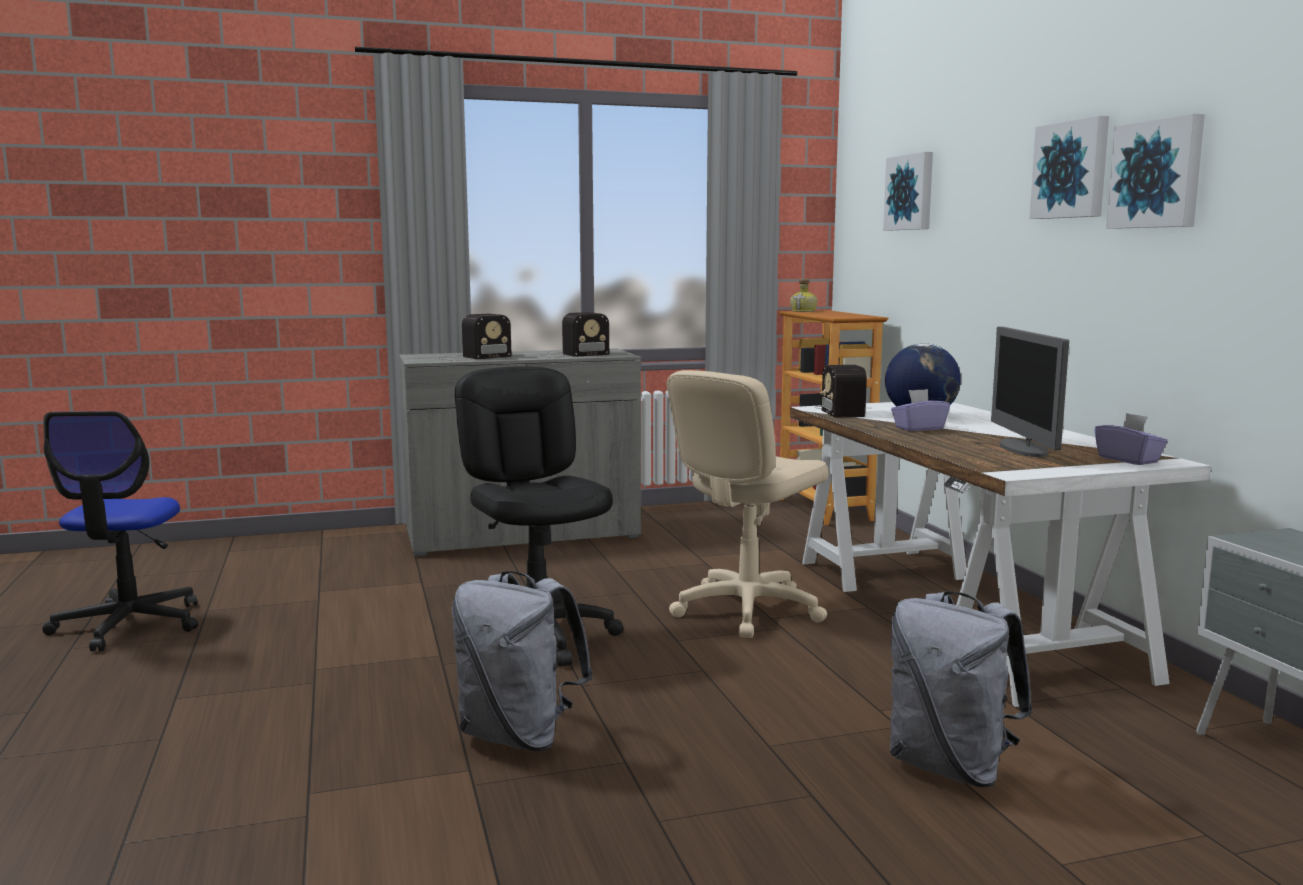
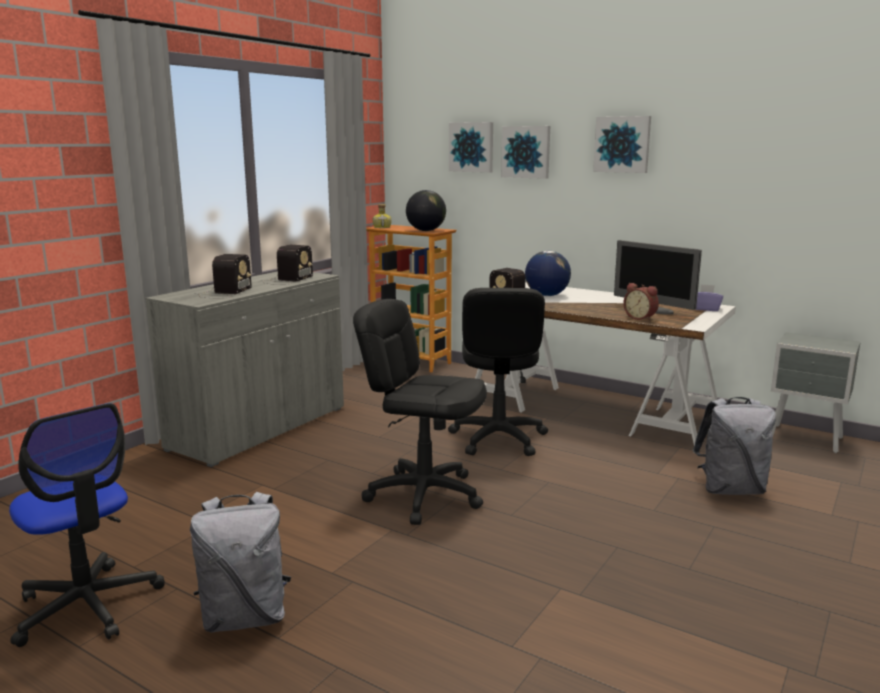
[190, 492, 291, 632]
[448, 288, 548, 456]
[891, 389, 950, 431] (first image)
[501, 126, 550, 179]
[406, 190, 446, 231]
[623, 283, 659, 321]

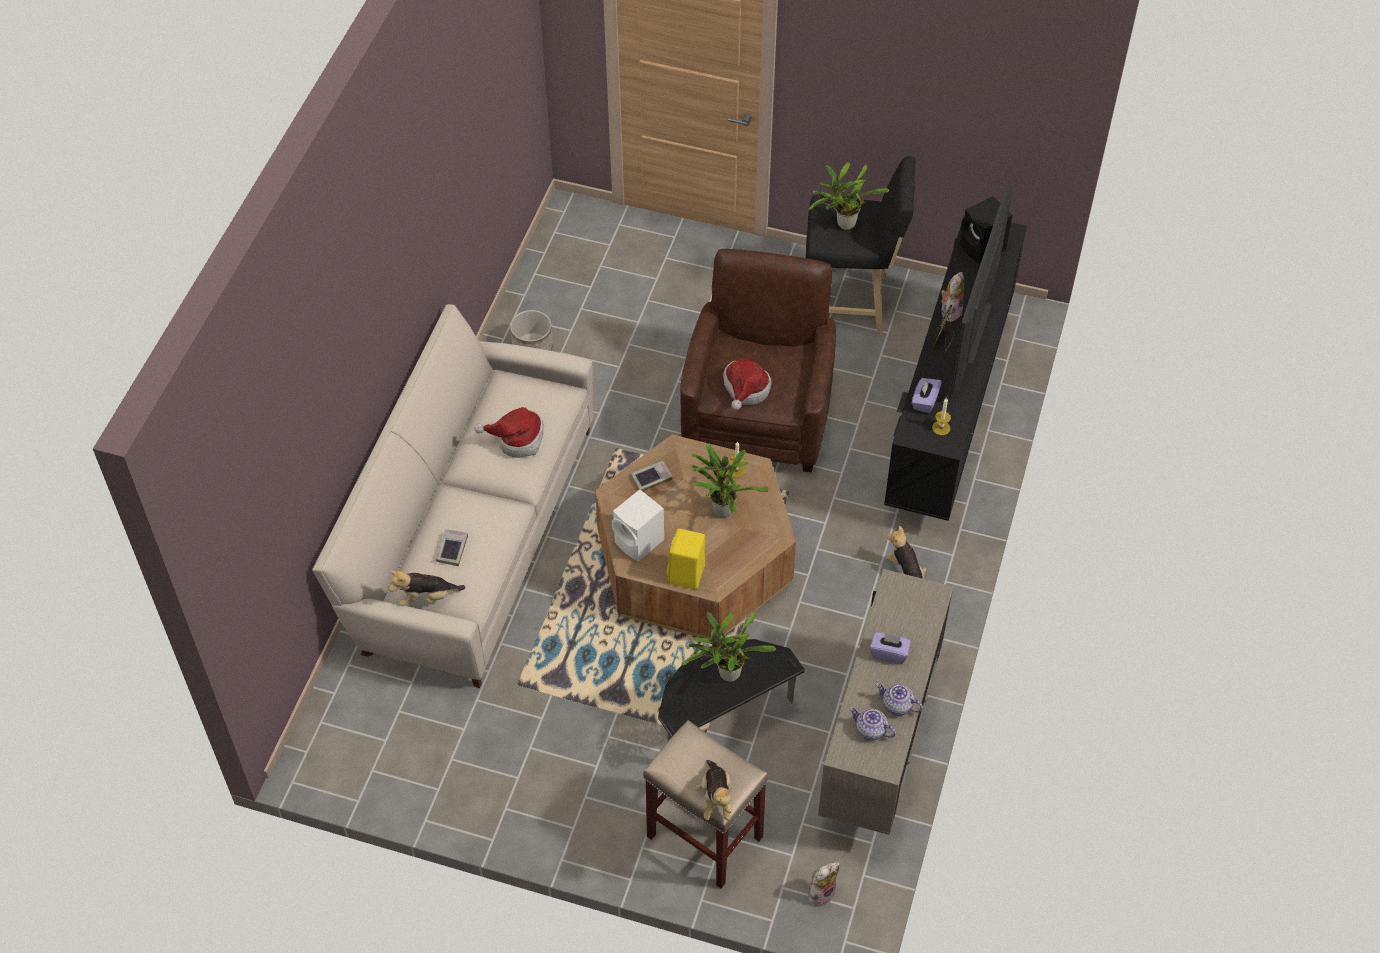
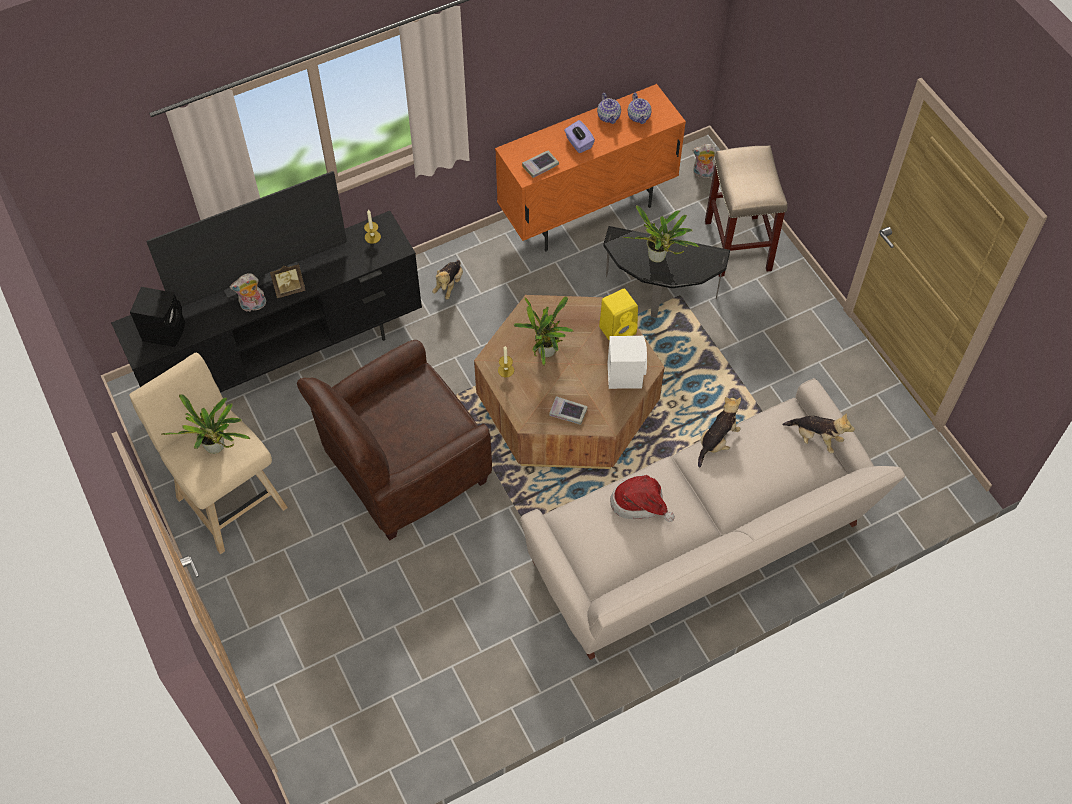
[522, 151, 559, 178]
[510, 310, 553, 351] (first image)
[698, 397, 741, 468]
[723, 358, 771, 410] (first image)
[129, 353, 288, 554]
[495, 84, 686, 252]
[912, 378, 942, 413] (first image)

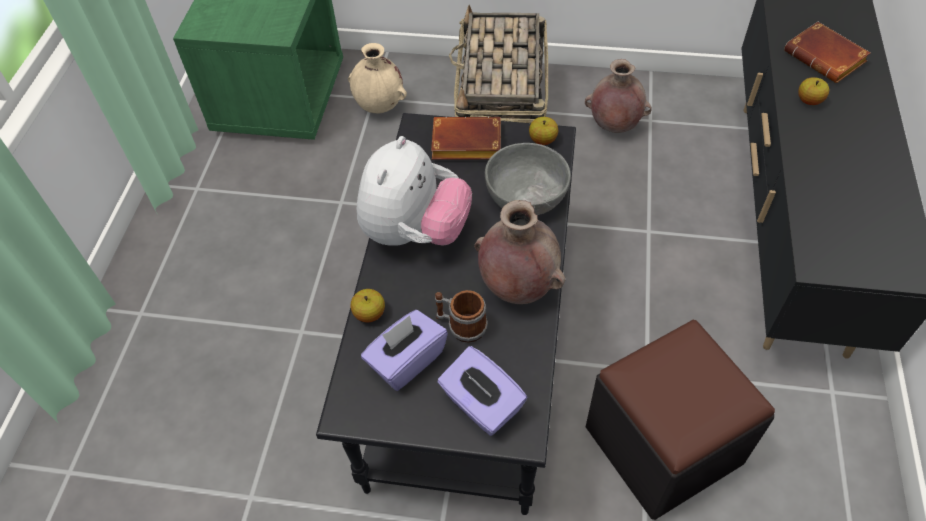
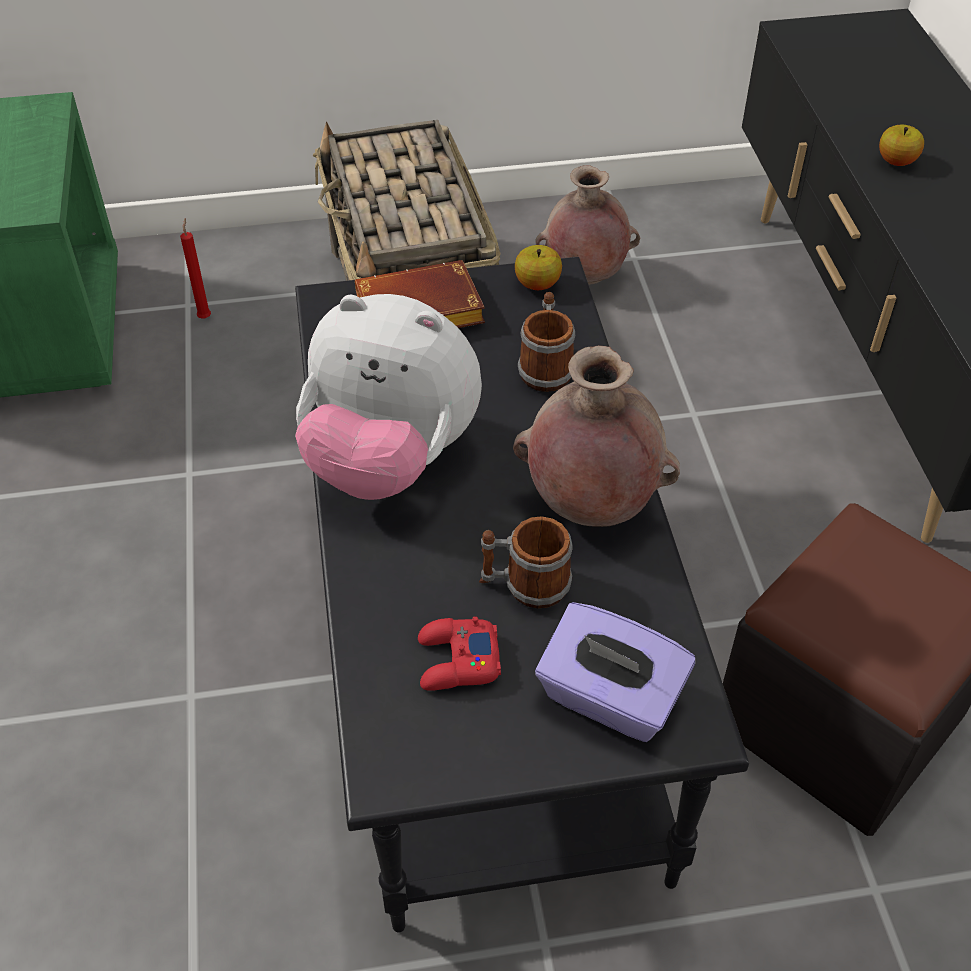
[180, 218, 211, 319]
[351, 289, 385, 322] (first image)
[295, 294, 482, 500]
[418, 616, 501, 691]
[518, 292, 575, 392]
[784, 22, 870, 83] (first image)

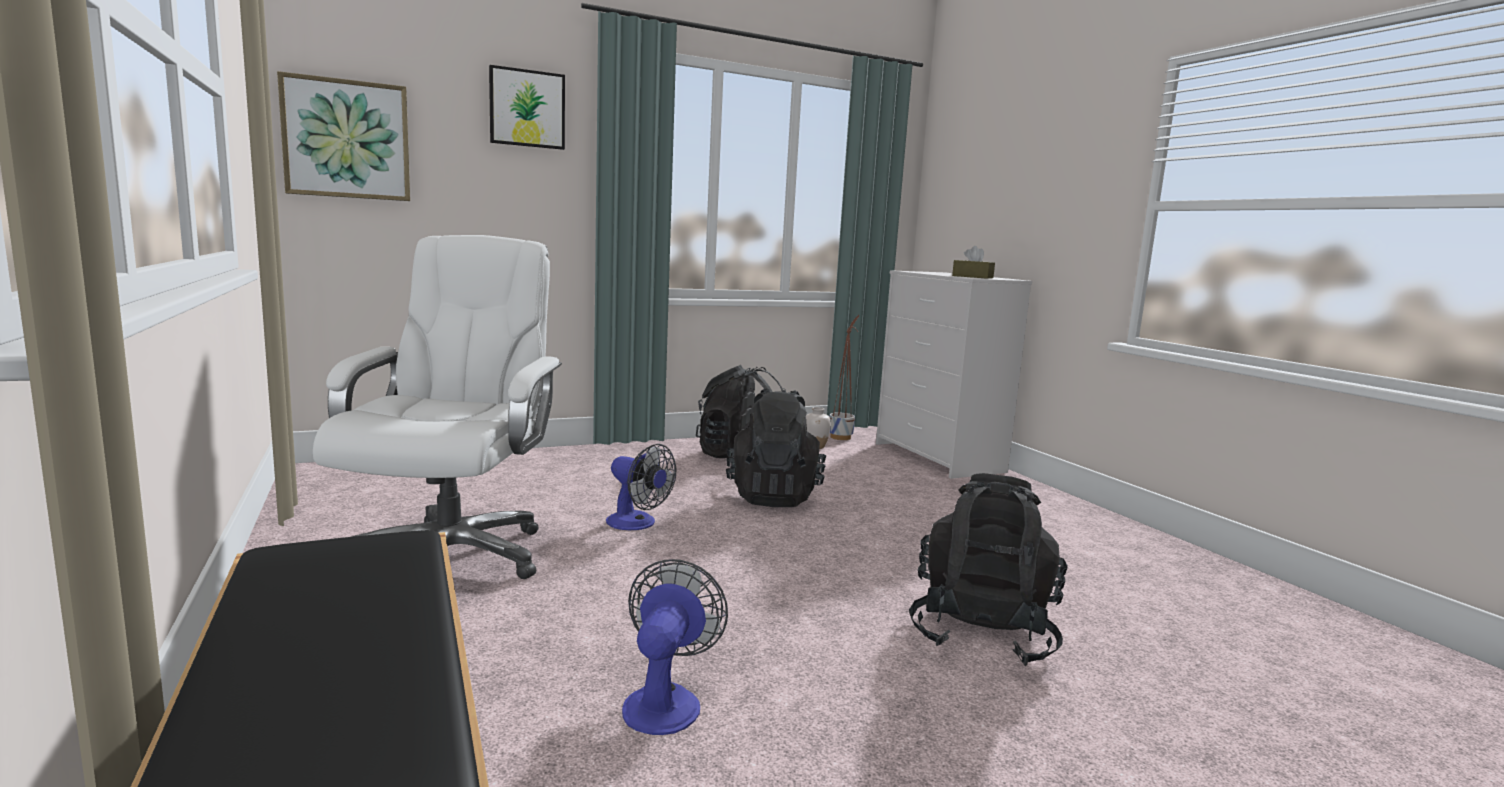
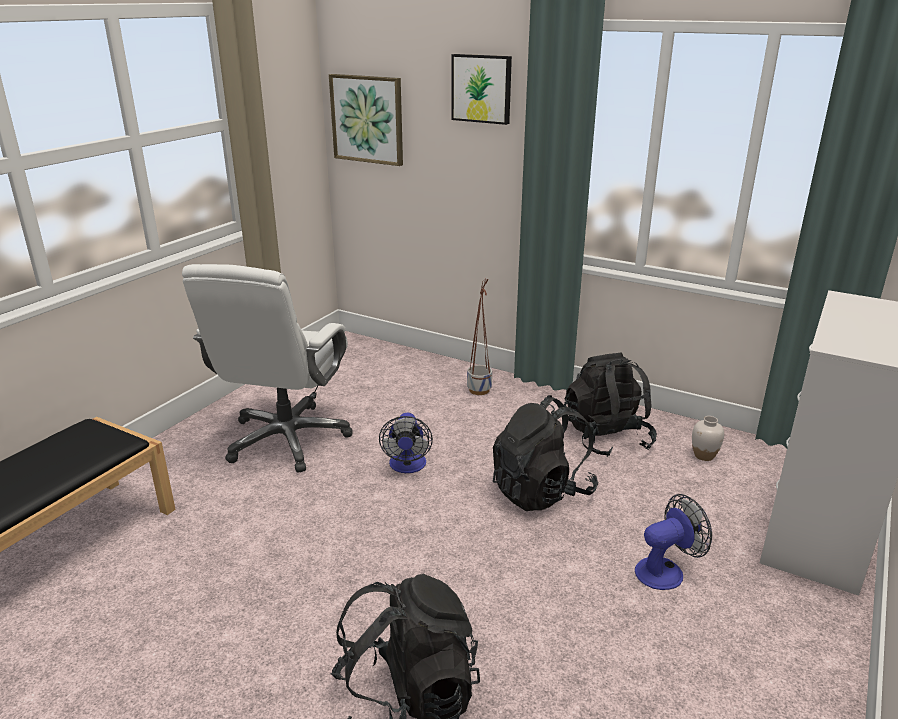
[182, 264, 353, 473]
[635, 494, 712, 590]
[467, 278, 492, 395]
[952, 246, 995, 279] (first image)

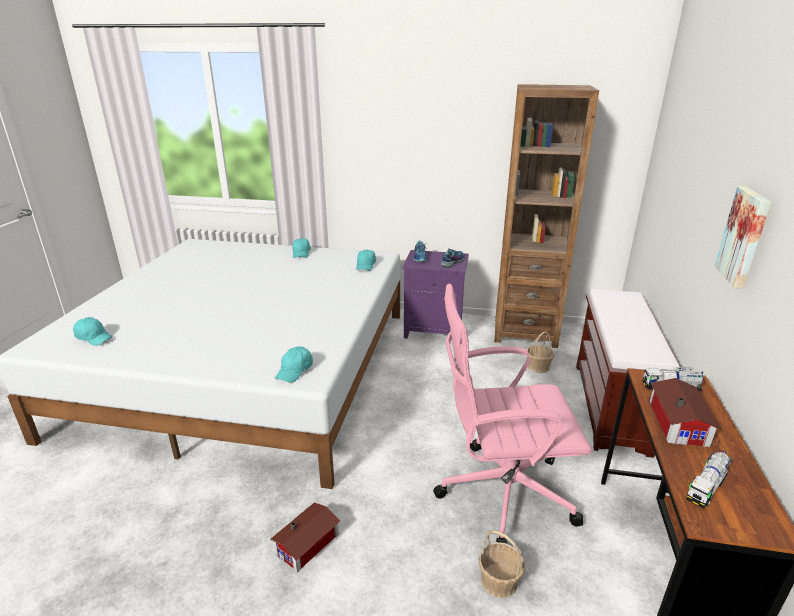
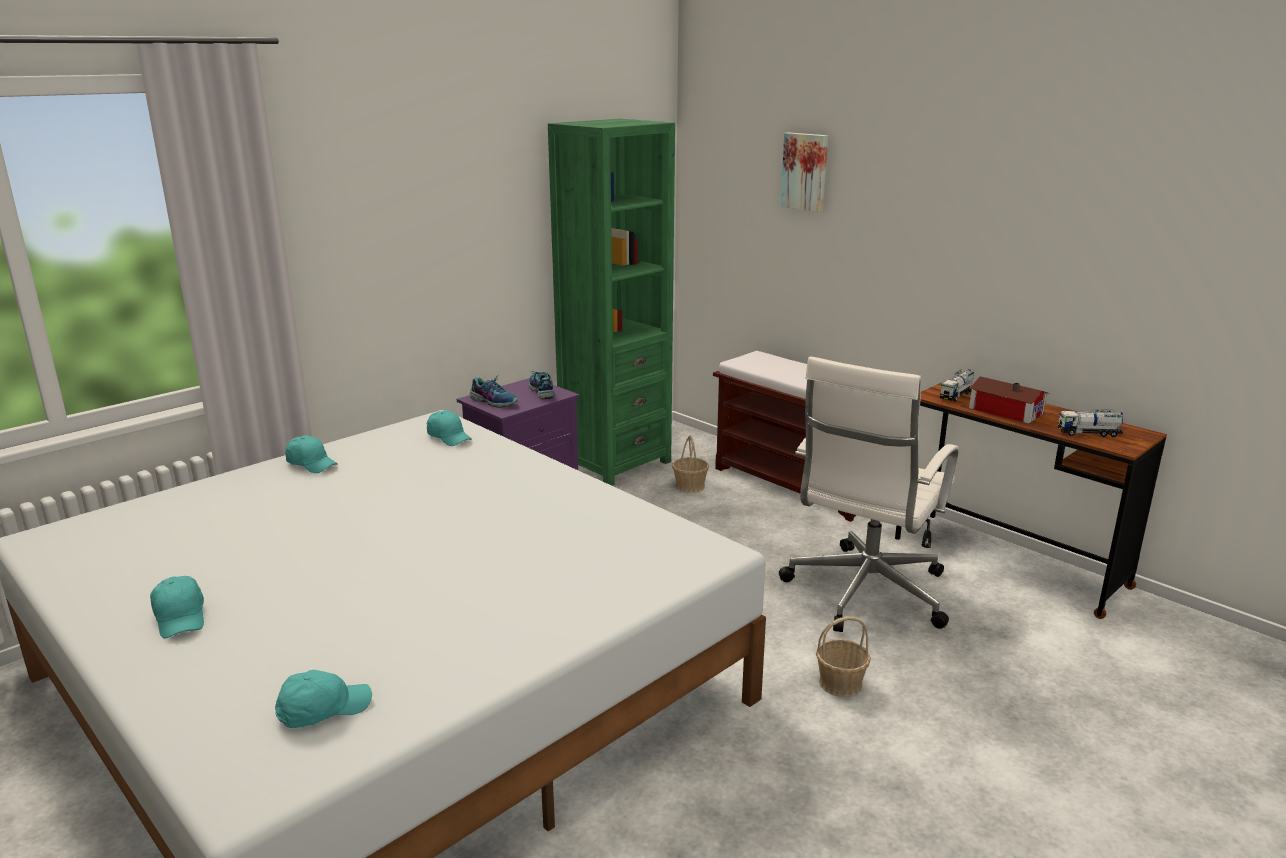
[270, 502, 340, 572] (first image)
[150, 576, 204, 638]
[779, 356, 958, 632]
[816, 616, 871, 697]
[548, 119, 675, 486]
[1058, 409, 1123, 437]
[780, 132, 828, 212]

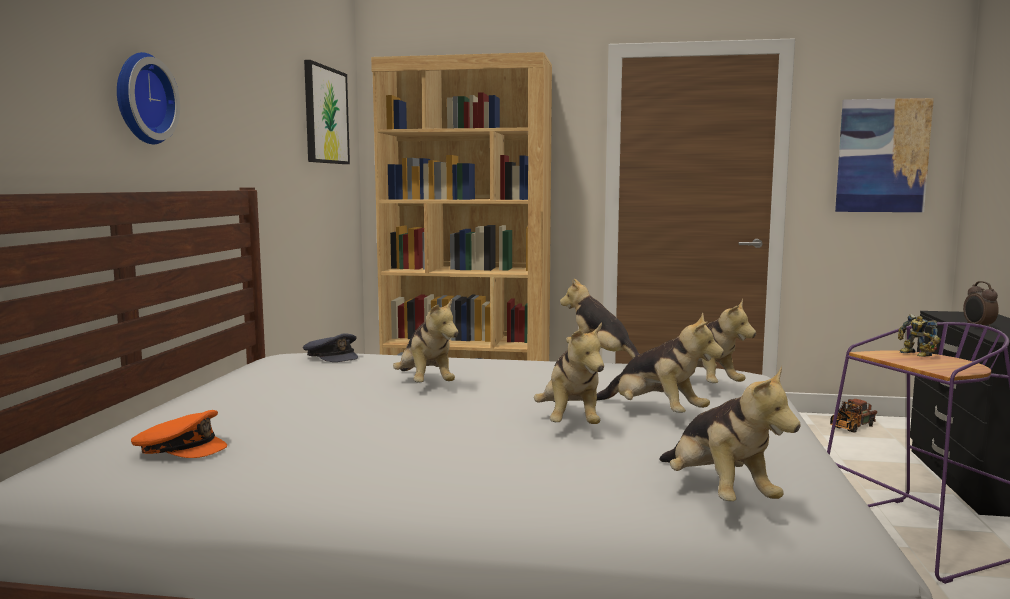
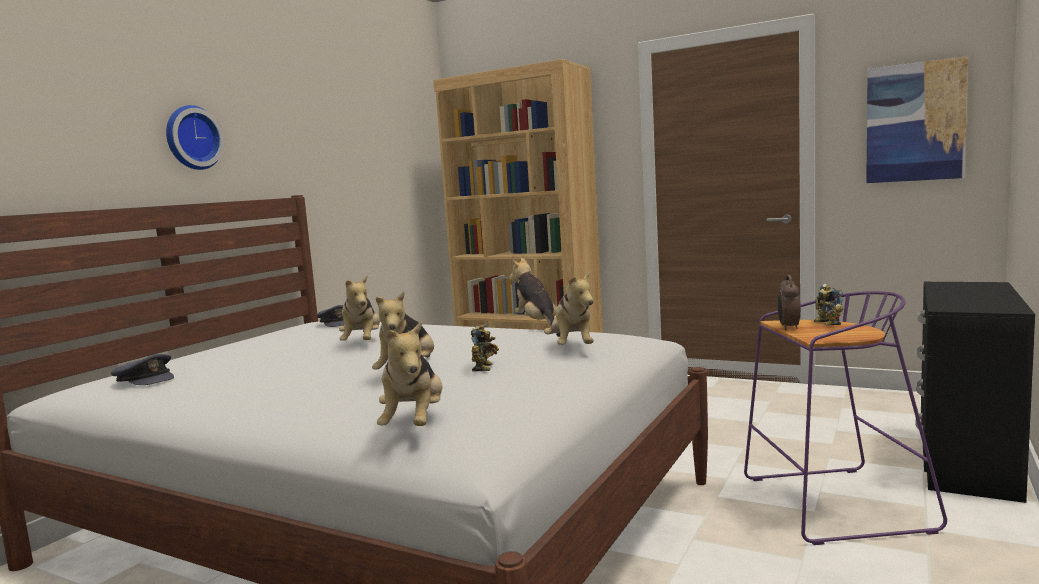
[111, 354, 174, 385]
[304, 60, 350, 164] (first image)
[471, 325, 499, 371]
[830, 399, 877, 433] (first image)
[778, 275, 801, 330]

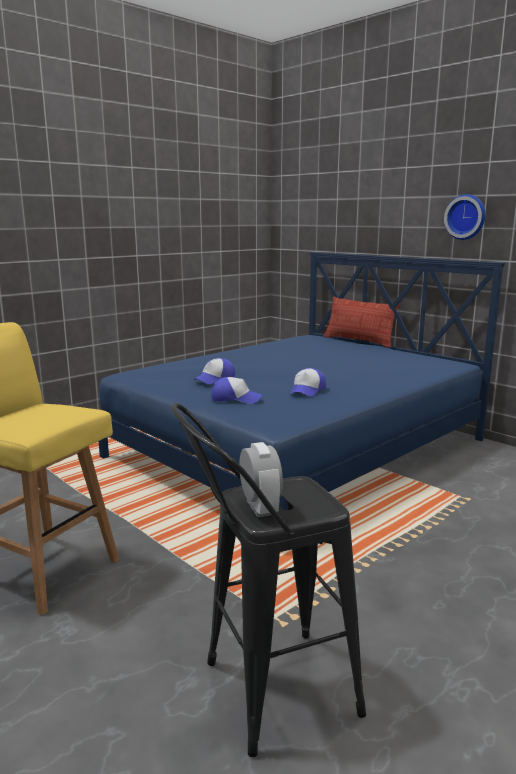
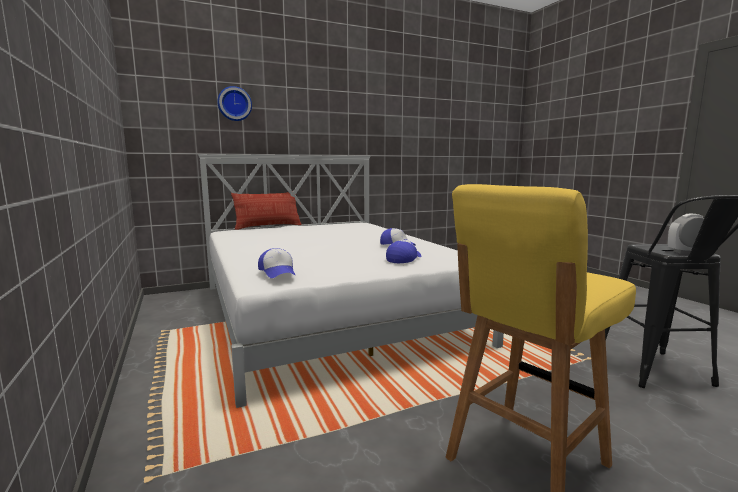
[198, 154, 504, 408]
[258, 248, 295, 278]
[217, 86, 252, 121]

